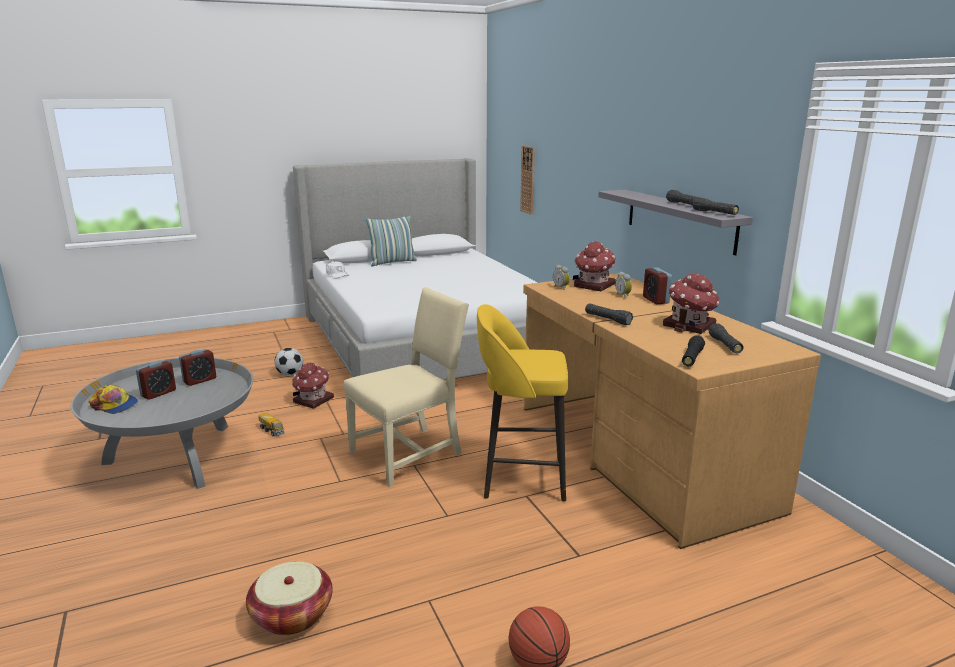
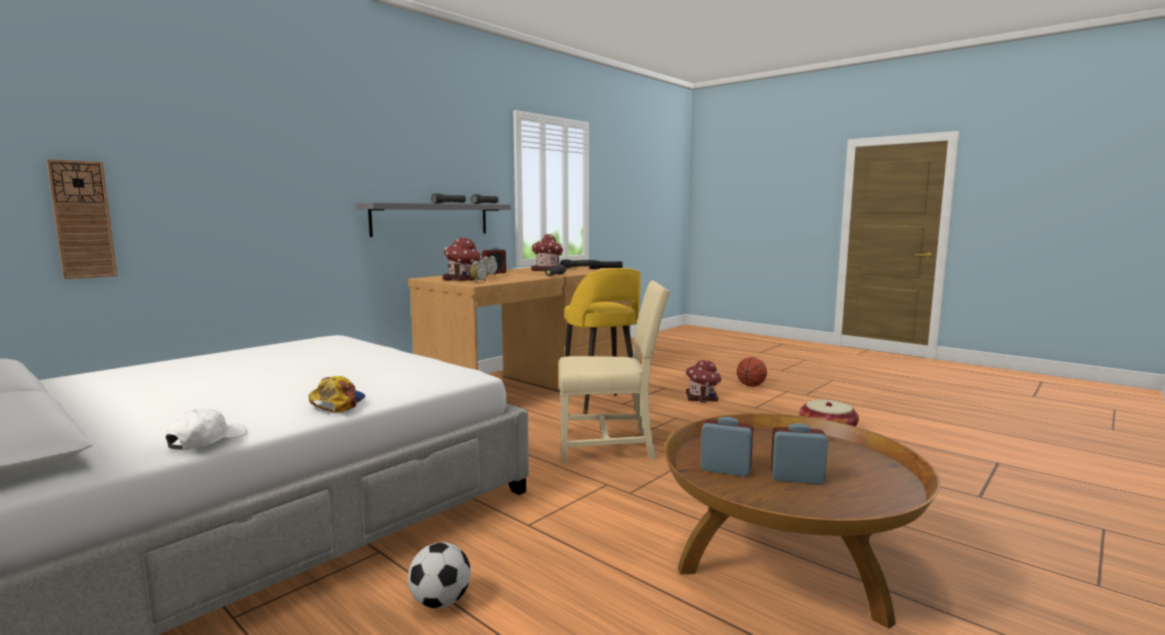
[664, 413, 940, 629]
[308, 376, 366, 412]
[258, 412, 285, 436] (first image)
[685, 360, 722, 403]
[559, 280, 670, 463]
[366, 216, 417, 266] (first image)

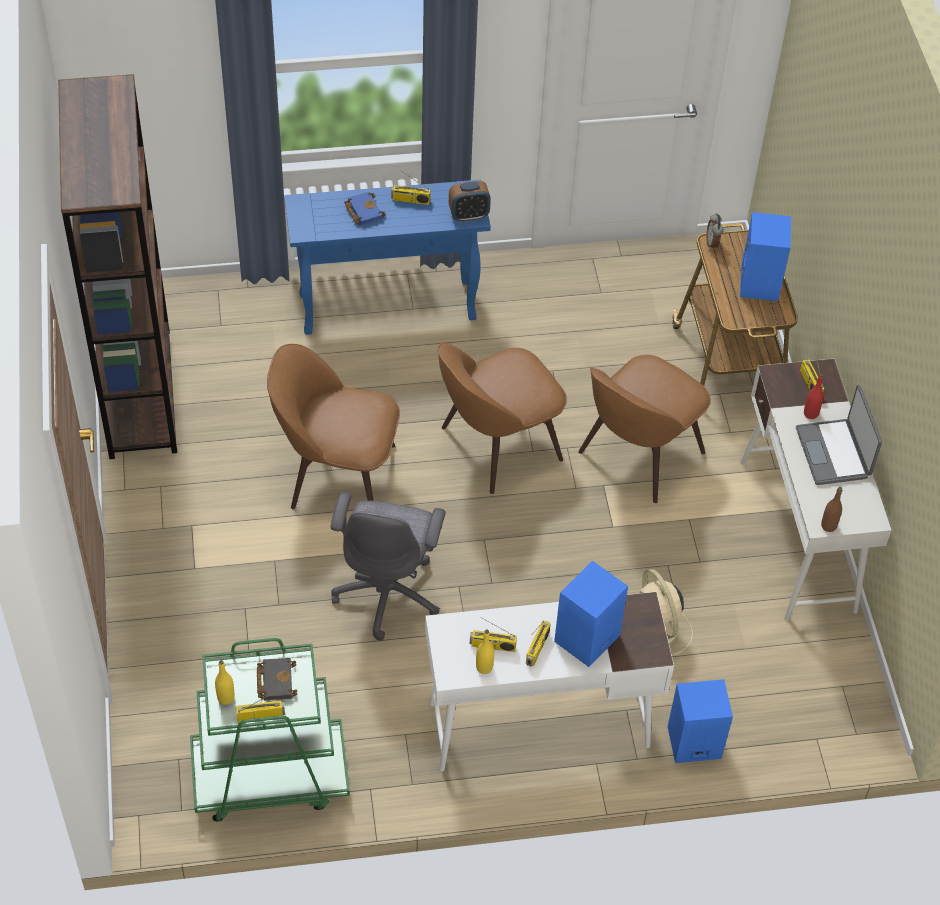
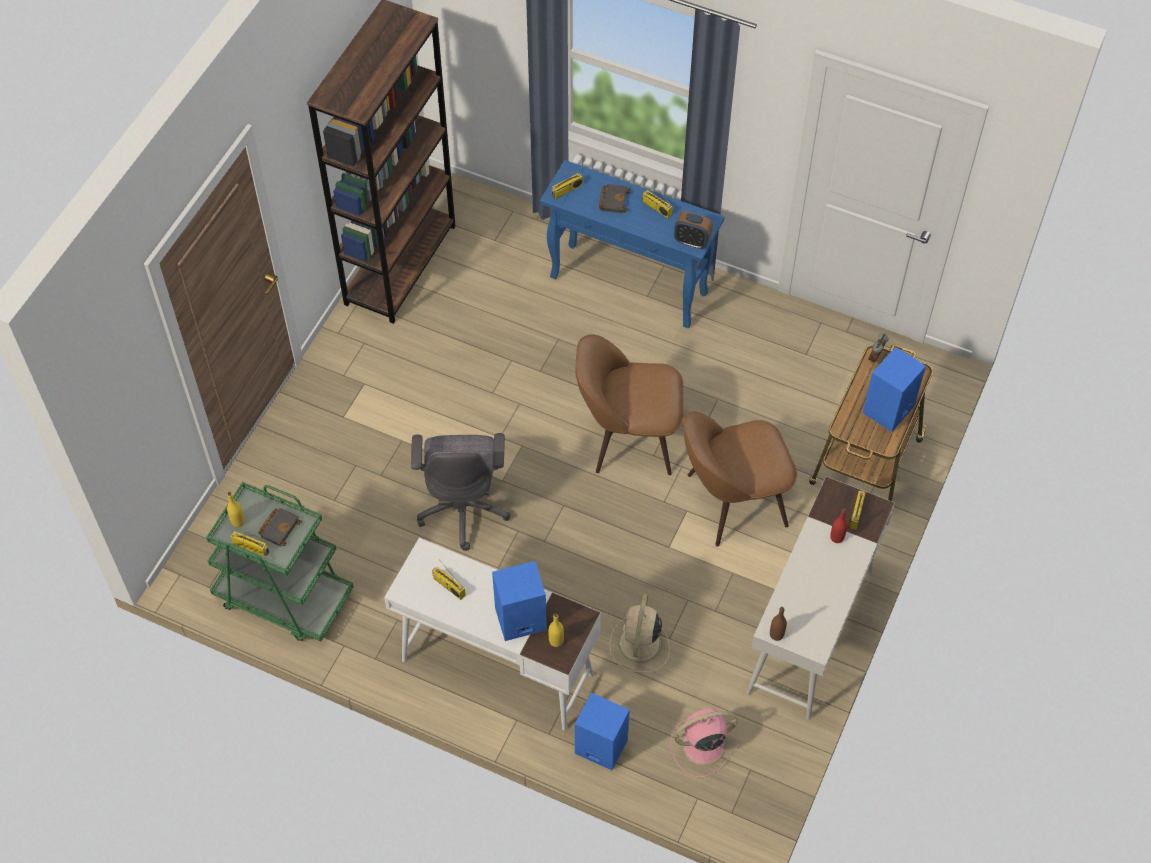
[267, 344, 400, 509] (first image)
[411, 433, 511, 551]
[599, 184, 631, 214]
[548, 613, 564, 647]
[551, 172, 583, 199]
[796, 385, 882, 485] (first image)
[670, 708, 739, 777]

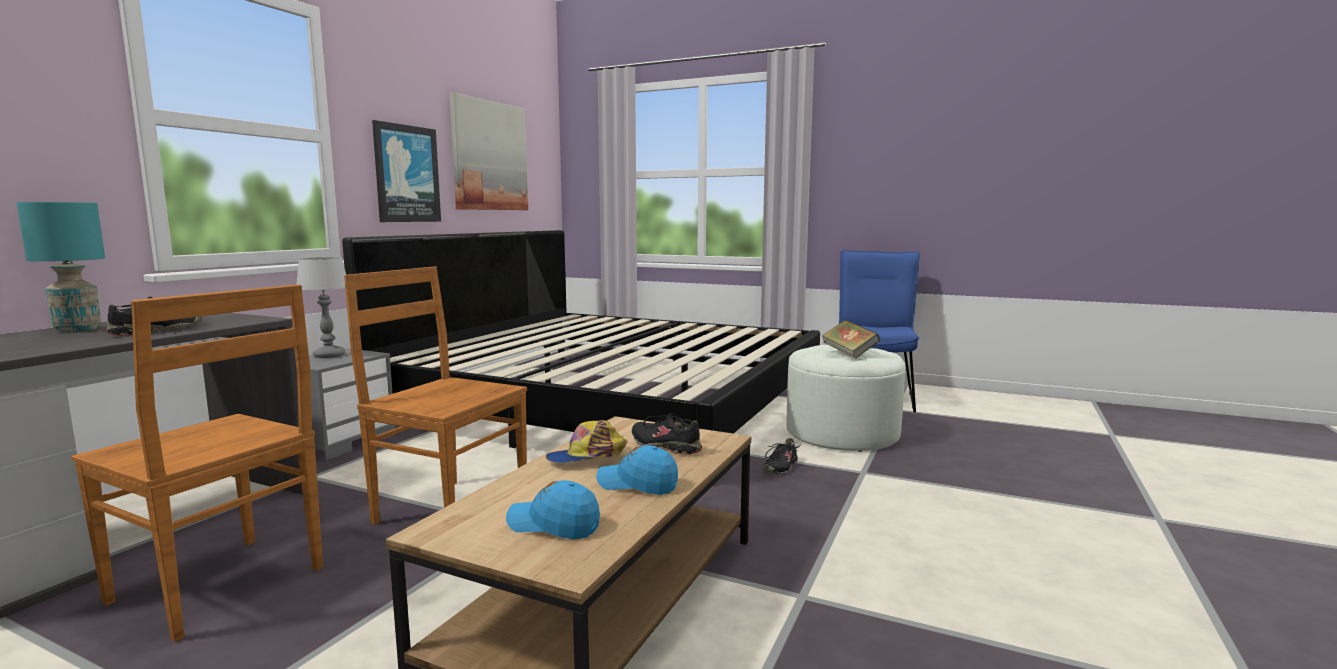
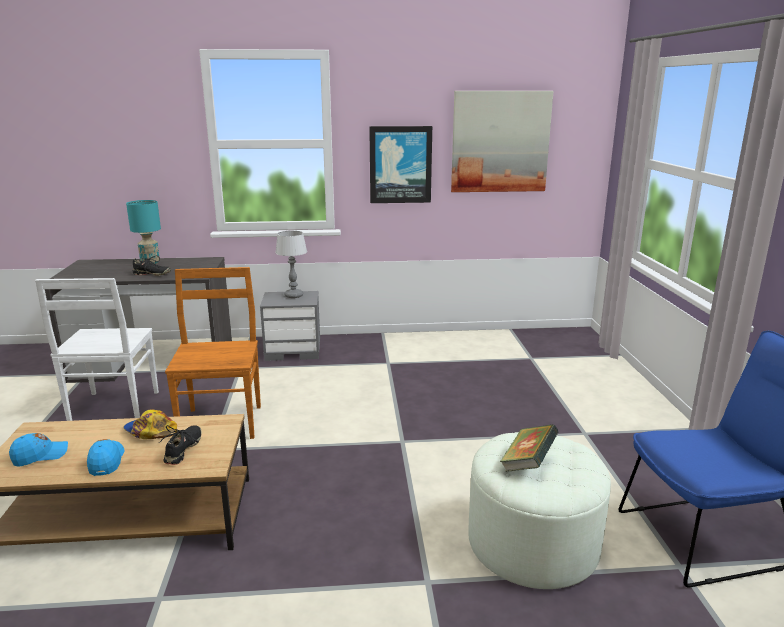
[35, 278, 159, 421]
[342, 230, 820, 448] (first image)
[9, 433, 68, 467]
[763, 438, 801, 474] (first image)

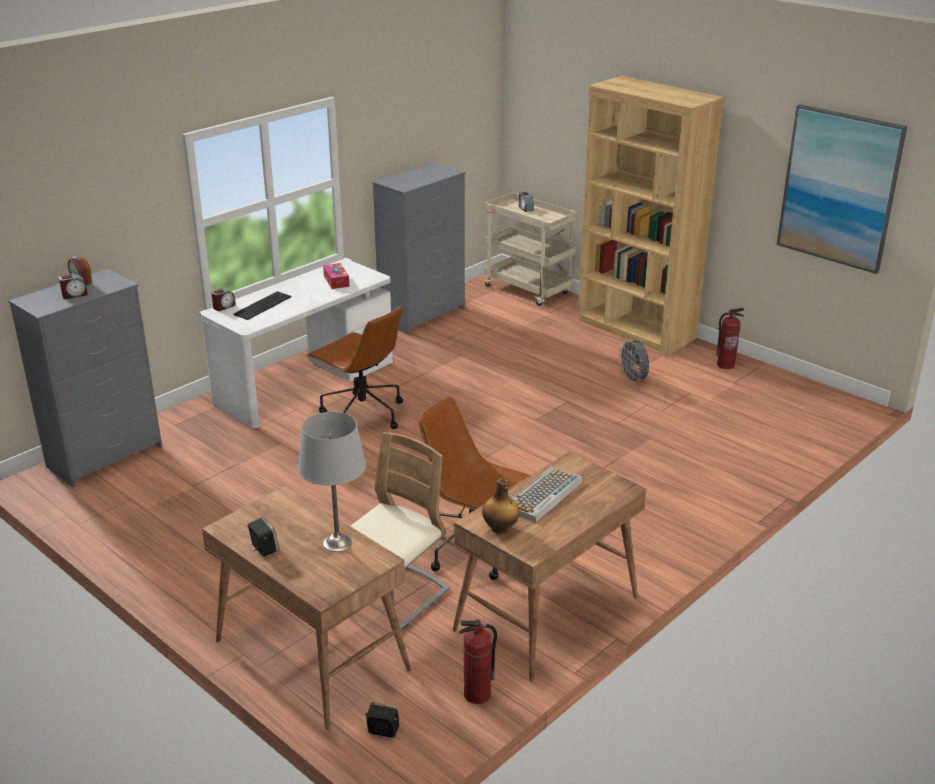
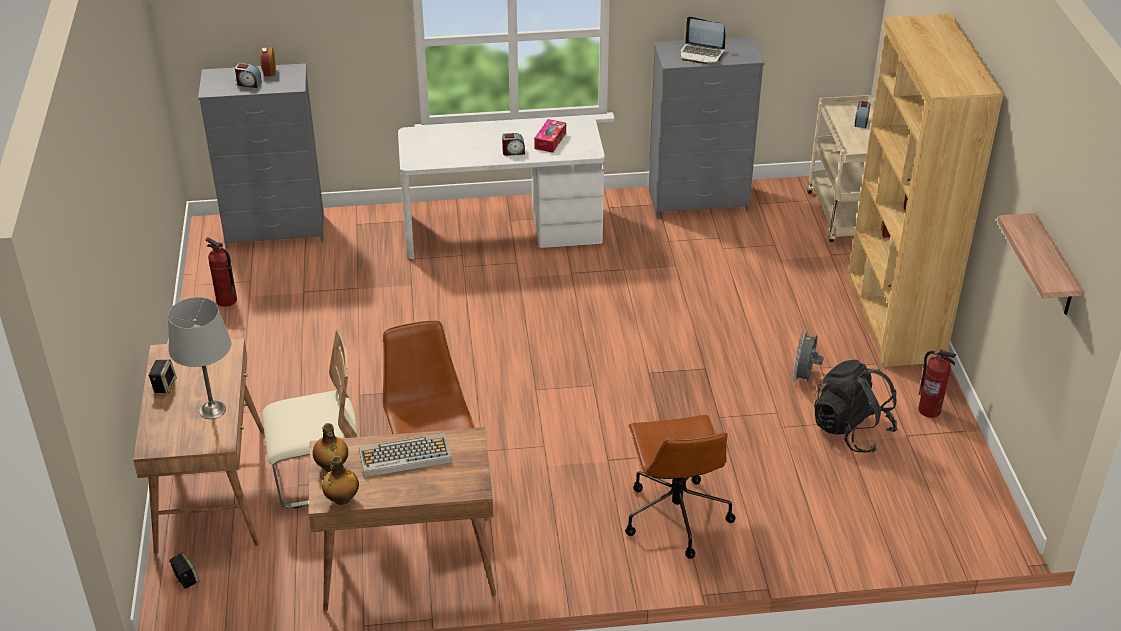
[502, 133, 525, 156]
[233, 291, 291, 320] (first image)
[625, 415, 736, 559]
[205, 237, 237, 307]
[997, 213, 1083, 315]
[322, 456, 359, 505]
[681, 16, 725, 64]
[814, 359, 898, 453]

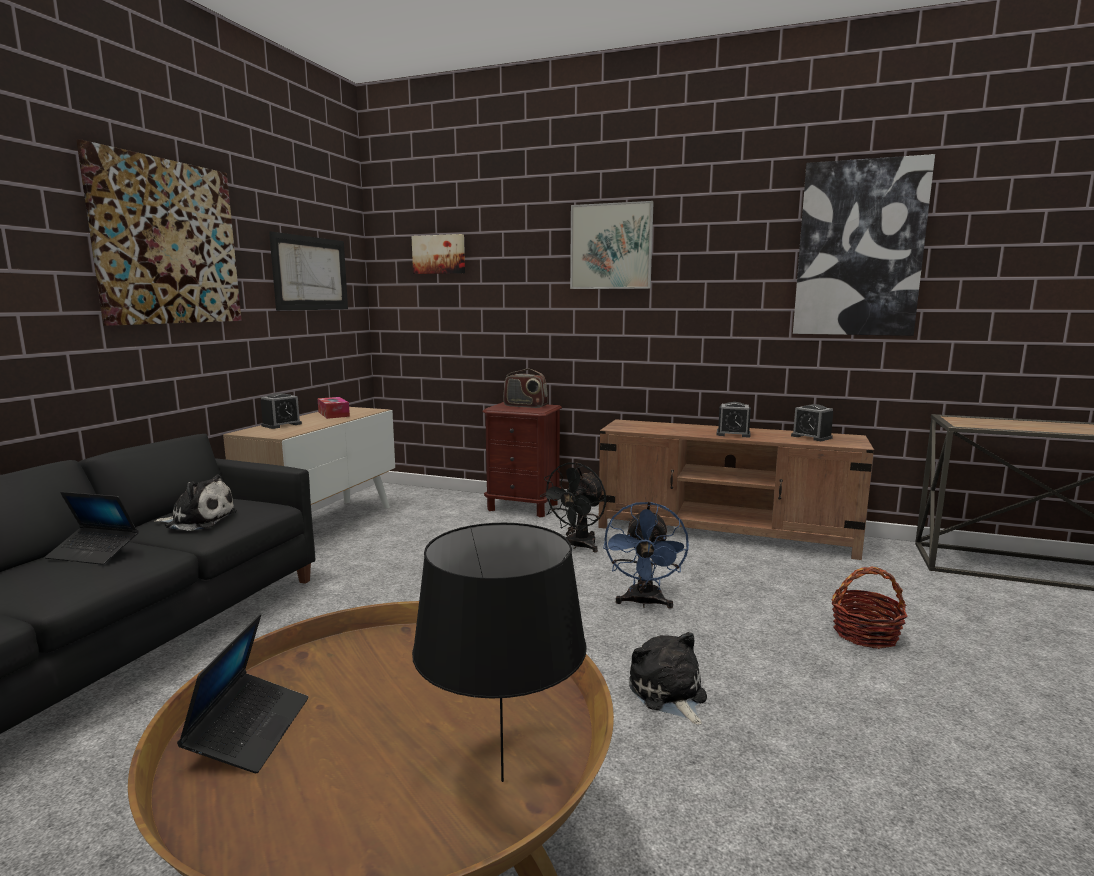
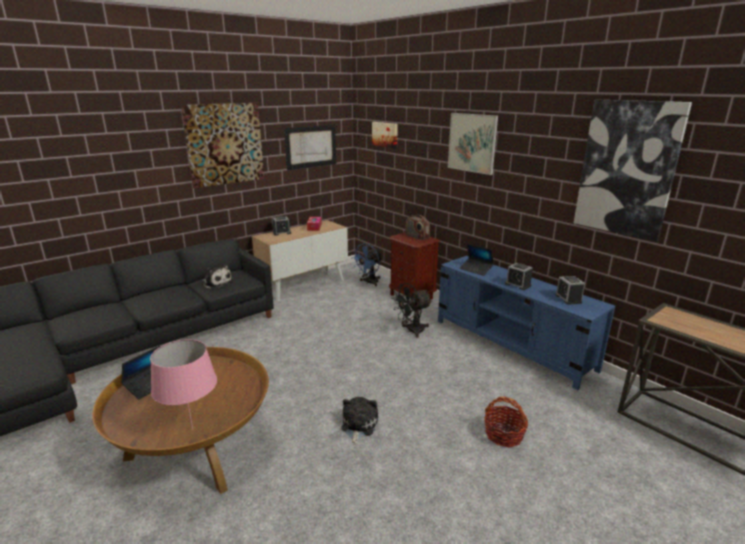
[460, 243, 494, 276]
[150, 339, 217, 431]
[438, 256, 615, 390]
[351, 243, 383, 286]

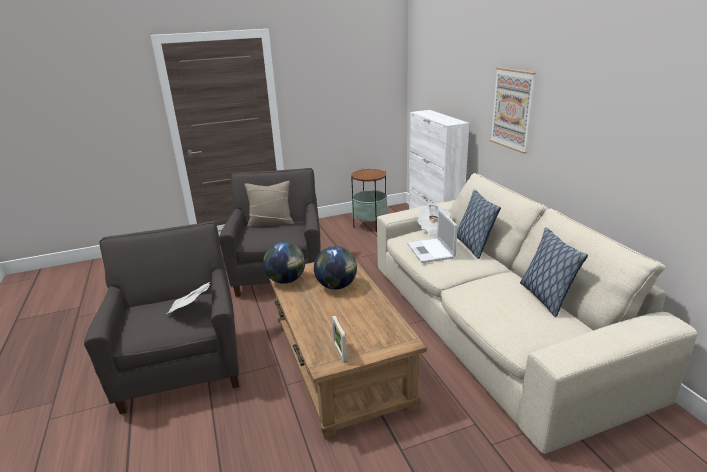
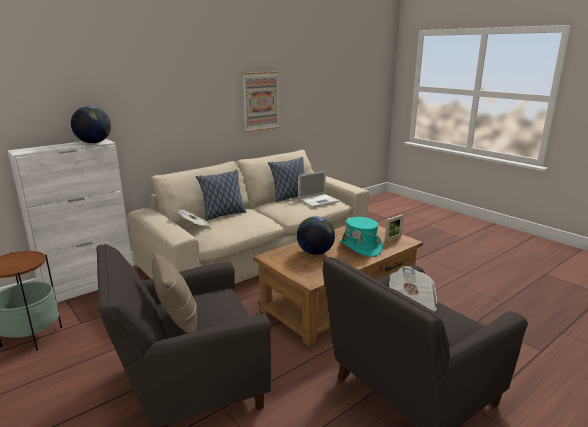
[71, 106, 111, 143]
[298, 171, 340, 208]
[243, 72, 279, 132]
[340, 217, 383, 257]

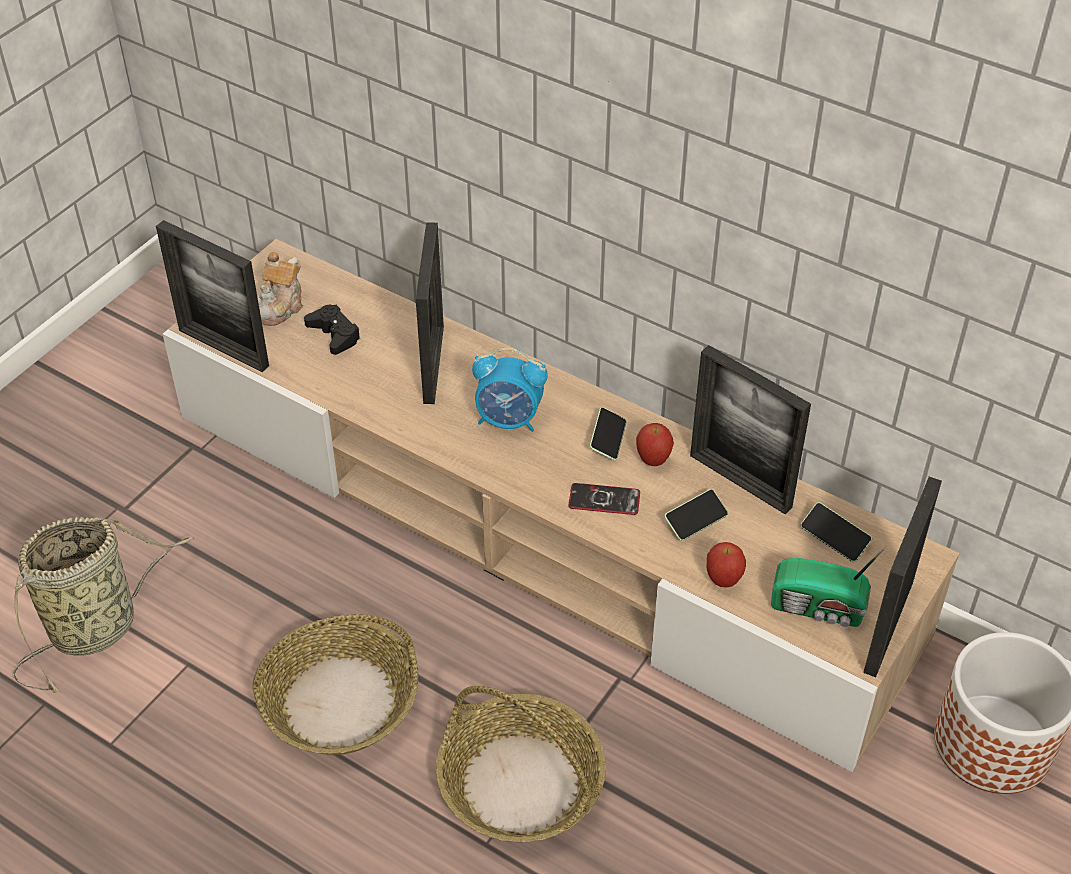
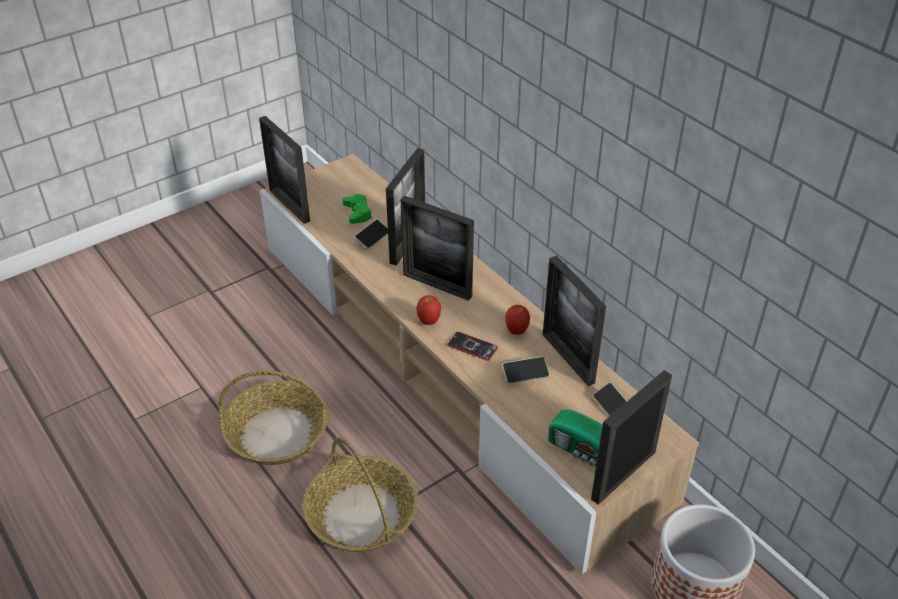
[13, 517, 195, 693] (first image)
[257, 252, 303, 326] (first image)
[342, 194, 372, 224]
[401, 196, 474, 301]
[355, 220, 388, 249]
[416, 295, 441, 325]

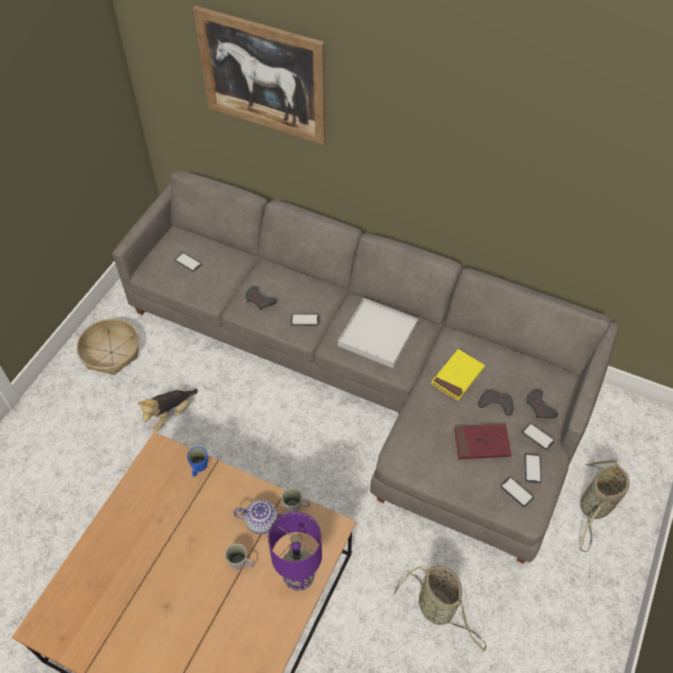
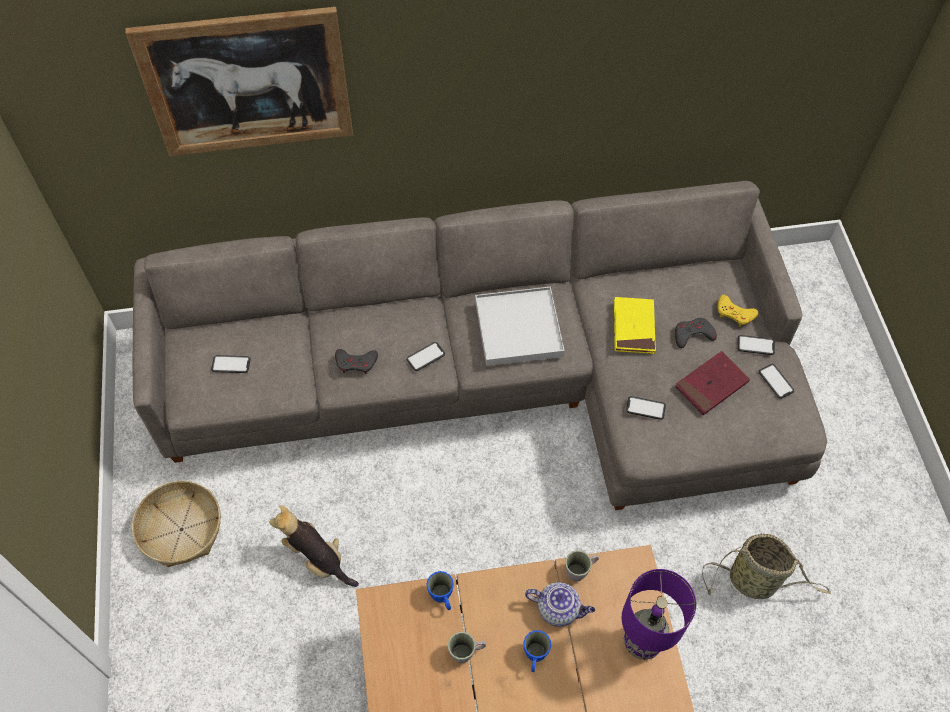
[269, 505, 359, 587]
[448, 632, 486, 663]
[525, 582, 595, 627]
[626, 396, 666, 420]
[718, 295, 758, 327]
[579, 458, 630, 552] (first image)
[524, 630, 551, 672]

